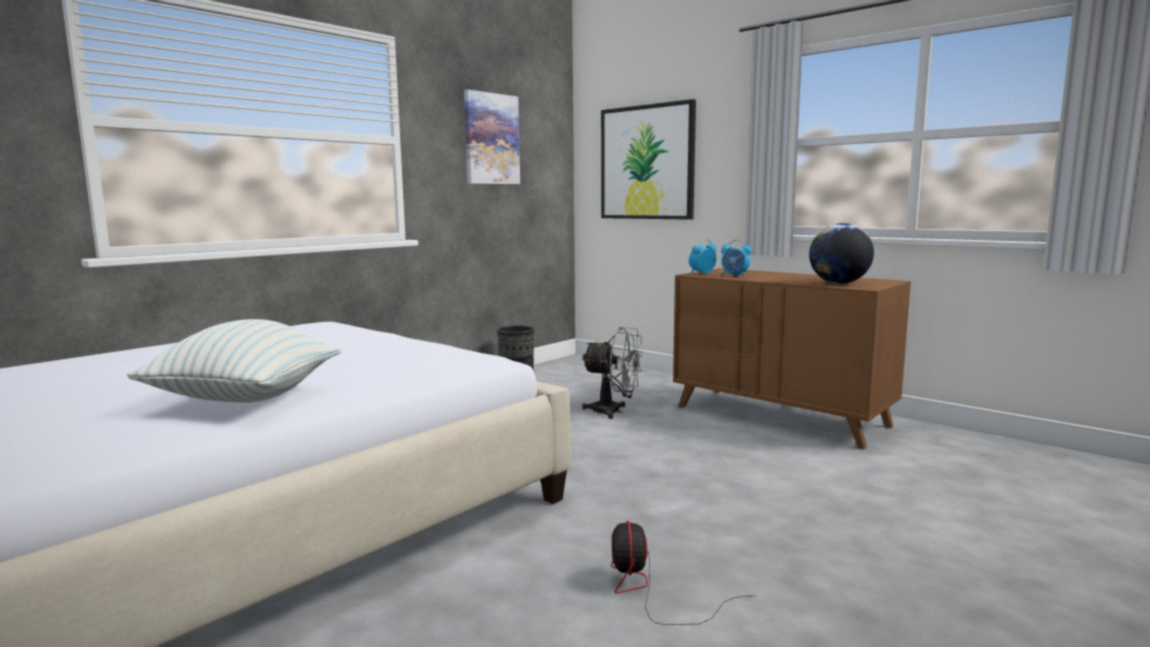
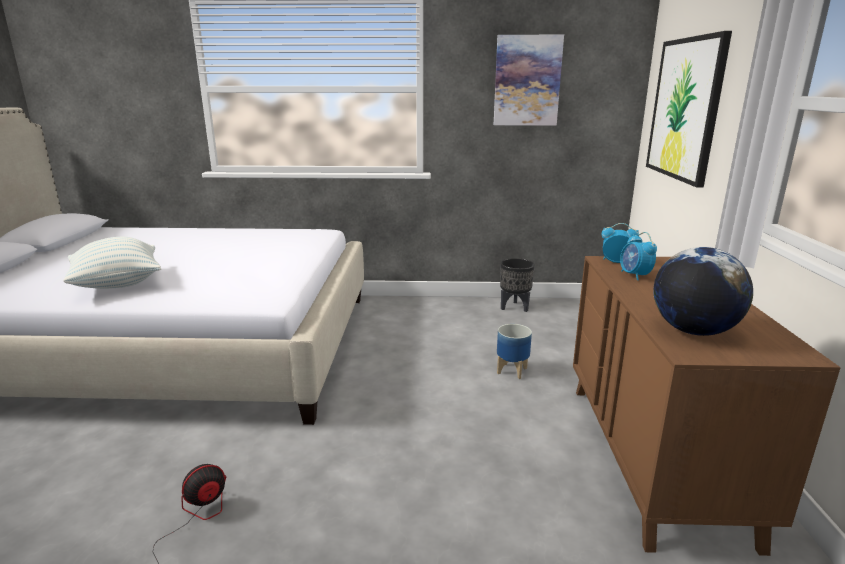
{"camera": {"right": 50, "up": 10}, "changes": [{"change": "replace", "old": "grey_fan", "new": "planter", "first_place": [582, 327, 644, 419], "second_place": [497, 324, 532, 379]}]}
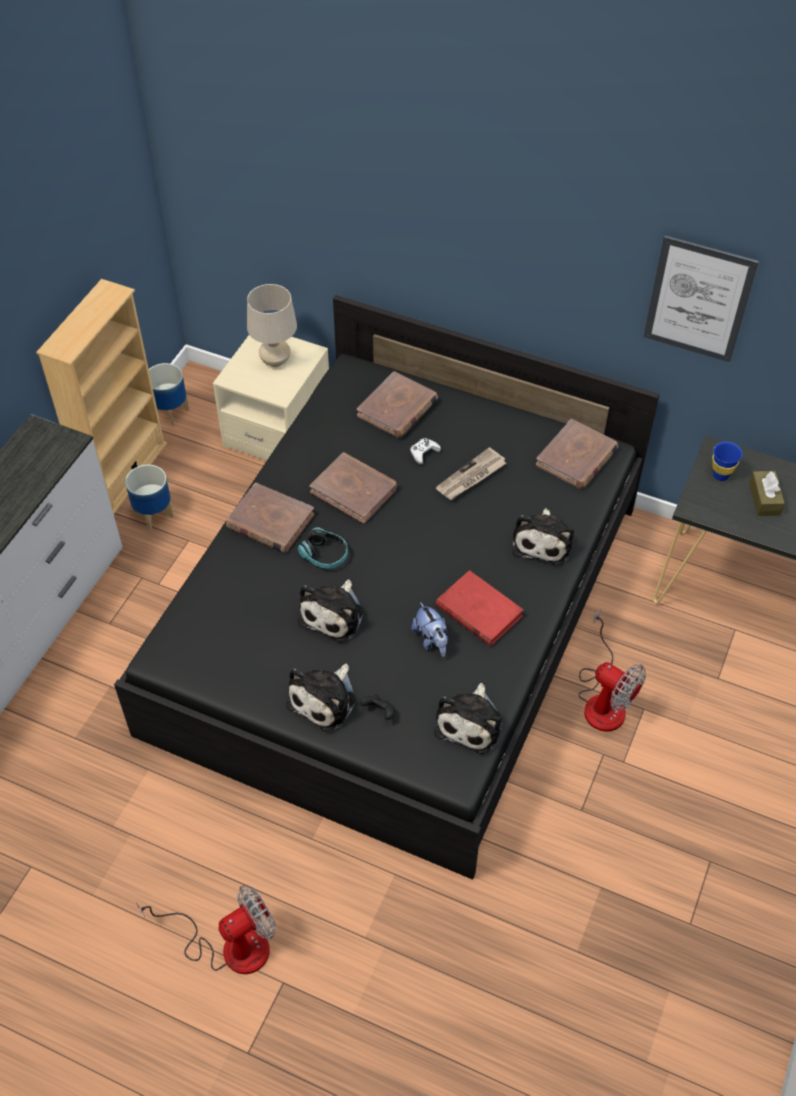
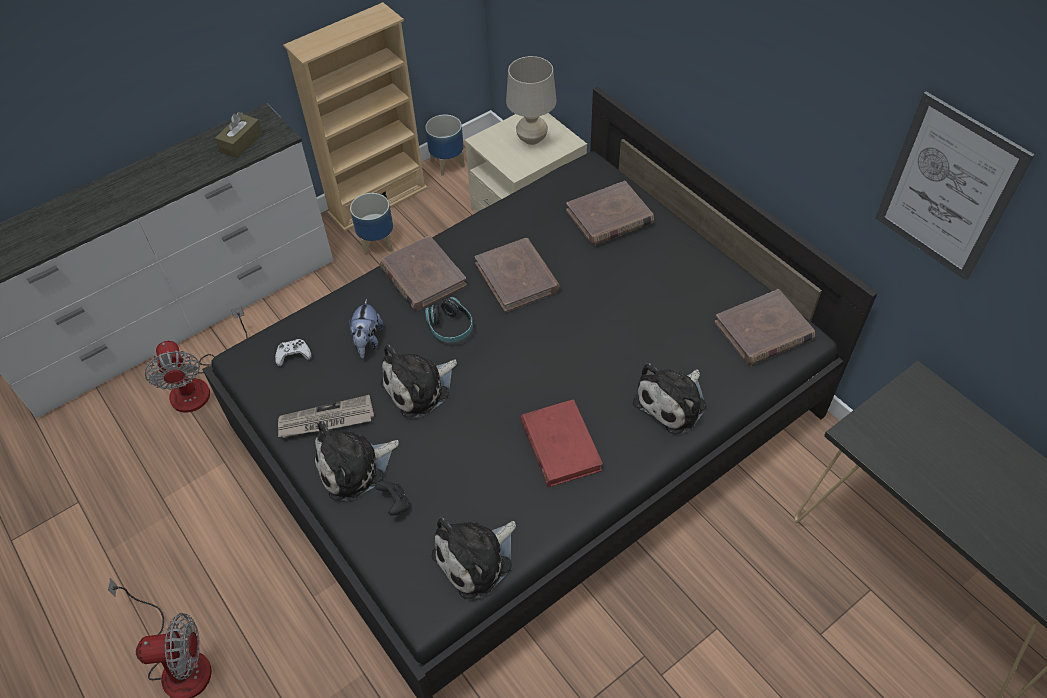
{"camera": {"right": 30, "up": 0}, "changes": [{"change": "move", "old": "fan", "first_place": [579, 608, 646, 732], "second_place": [145, 305, 248, 413]}, {"change": "move", "old": "brown_tissue_box", "first_place": [749, 471, 785, 516], "second_place": [215, 112, 263, 158]}, {"change": "move", "old": "white_game_controller", "first_place": [410, 438, 441, 465], "second_place": [275, 339, 312, 367]}, {"change": "move", "old": "newspaper", "first_place": [436, 447, 506, 500], "second_place": [278, 395, 374, 438]}, {"change": "move", "old": "plush_toy", "first_place": [412, 602, 448, 657], "second_place": [349, 299, 383, 358]}, {"change": "delete", "old": "blue_cup", "first_place": [712, 442, 742, 481]}]}
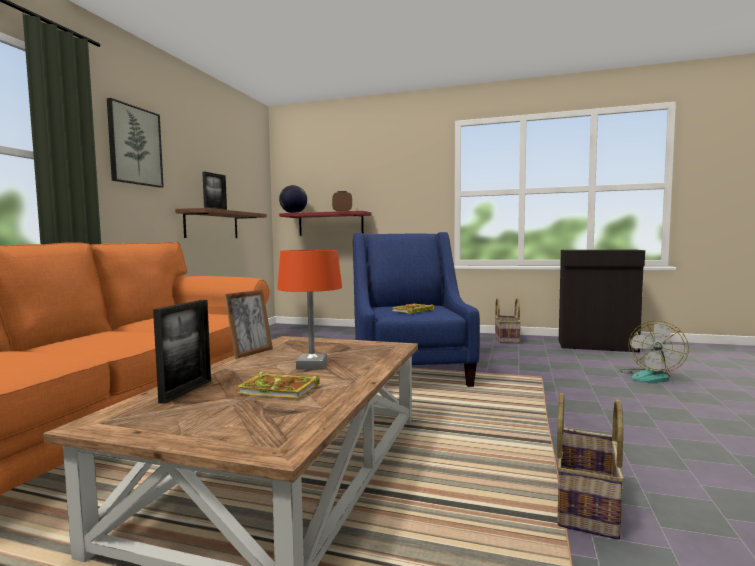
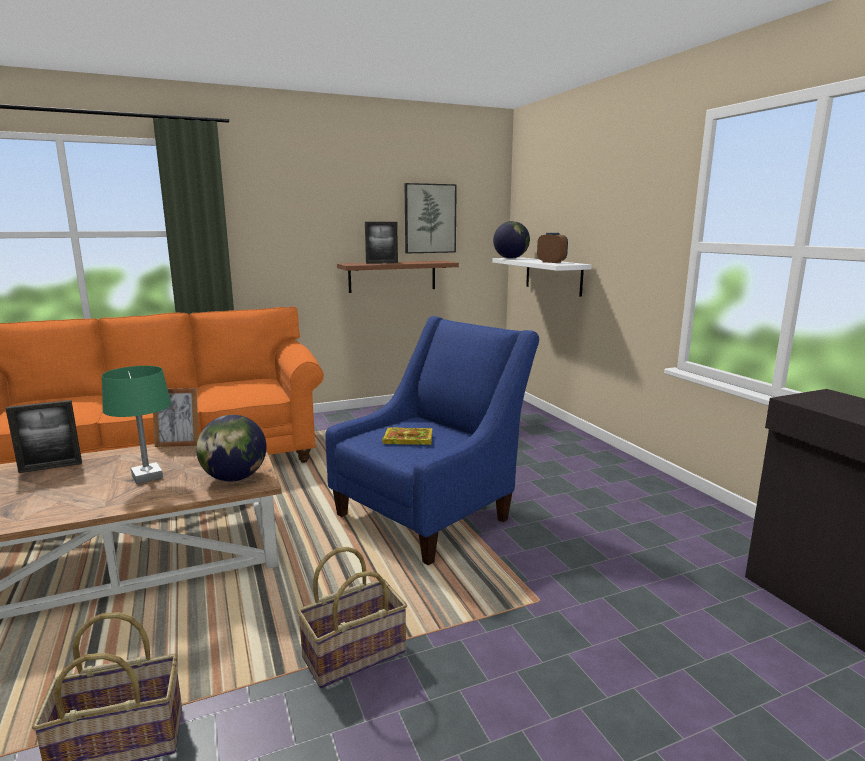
{"camera": {"right": 50, "up": 10}, "changes": [{"change": "recolor", "old": "orange_table_lamp", "new": "green_table_lamp", "first_place": [277, 250, 342, 370], "second_place": [102, 366, 171, 484]}, {"change": "insert", "new": "globe", "second_place": [196, 415, 267, 482]}, {"change": "move", "old": "basket", "first_place": [495, 298, 521, 344], "second_place": [297, 547, 407, 688]}, {"change": "move", "old": "picture", "first_place": [107, 98, 164, 188], "second_place": [405, 183, 457, 253]}, {"change": "recolor", "old": "red_shelf", "new": "white_shelf", "first_place": [279, 211, 371, 236], "second_place": [492, 258, 592, 297]}, {"change": "delete", "old": "book", "first_place": [237, 372, 320, 399]}, {"change": "delete", "old": "fan", "first_place": [620, 321, 689, 383]}]}
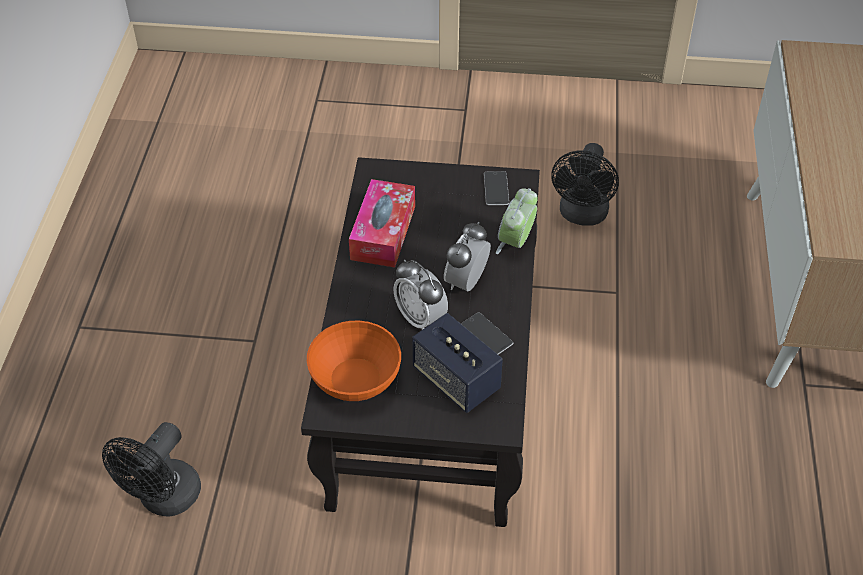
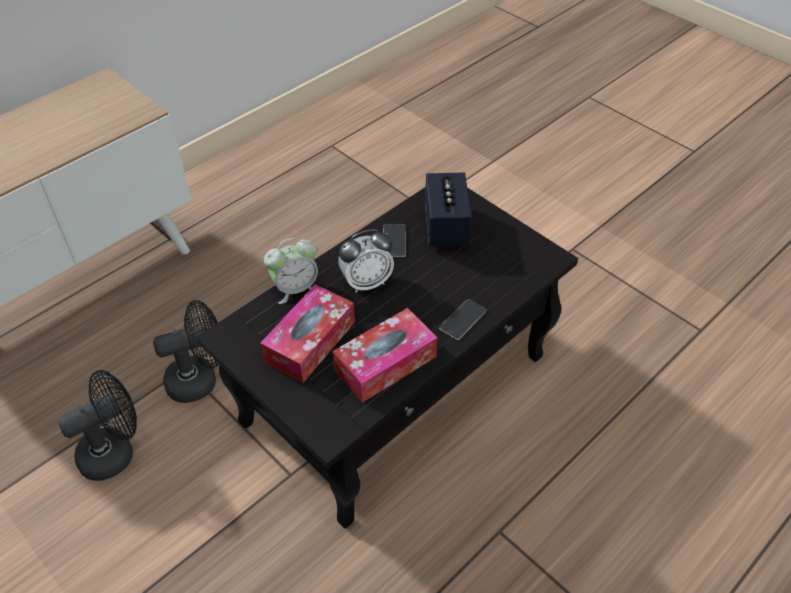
{"camera": {"right": -140, "up": 0}, "changes": [{"change": "move", "old": "black_fan", "first_place": [102, 422, 201, 517], "second_place": [153, 300, 219, 403]}, {"change": "insert", "new": "tissue_box", "second_place": [260, 284, 355, 383]}, {"change": "move", "old": "phone", "first_place": [484, 171, 509, 205], "second_place": [439, 299, 486, 340]}, {"change": "delete", "old": "orange_bowl", "first_place": [307, 321, 401, 401]}, {"change": "delete", "old": "alarm_clock", "first_place": [394, 259, 448, 330]}]}
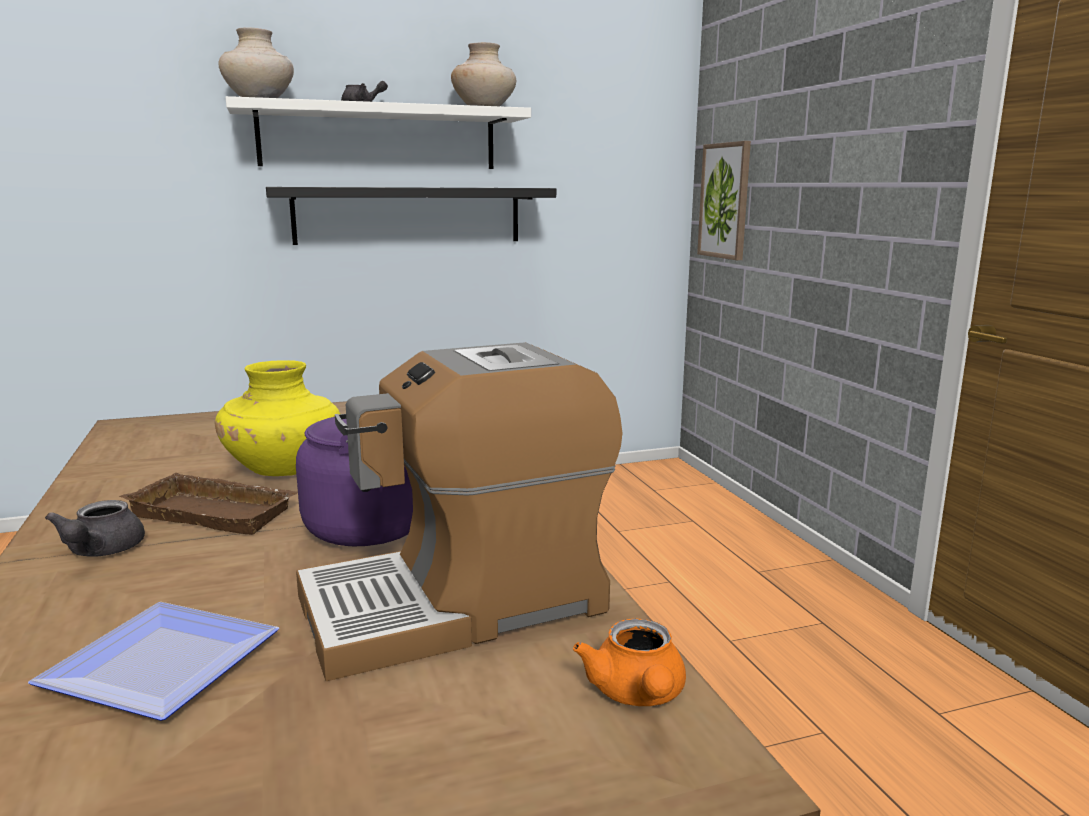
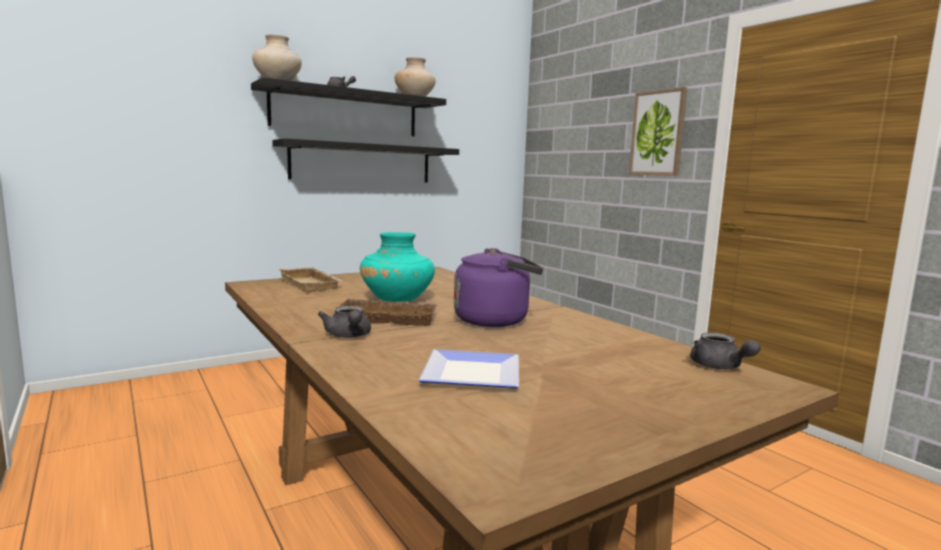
{"camera": {"right": -15, "up": -5}, "changes": [{"change": "recolor", "old": "white_shelf", "new": "black_shelf", "first_place": [225, 96, 531, 169], "second_place": [251, 77, 446, 136]}, {"change": "insert", "new": "beige_tray", "second_place": [278, 267, 342, 292]}, {"change": "recolor", "old": "yellow_vase", "new": "turquoise_vase", "first_place": [215, 360, 340, 476], "second_place": [360, 232, 435, 302]}, {"change": "move", "old": "picture", "first_place": [697, 141, 751, 260], "second_place": [629, 87, 687, 176]}, {"change": "recolor", "old": "orange_teapot", "new": "grey_teapot", "first_place": [573, 618, 686, 706], "second_place": [690, 333, 761, 369]}, {"change": "delete", "old": "coffee_machine", "first_place": [296, 342, 622, 681]}]}
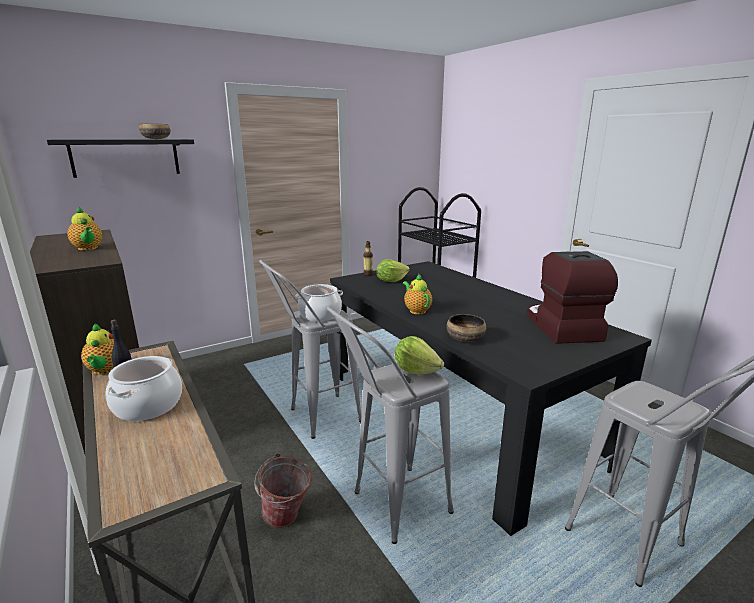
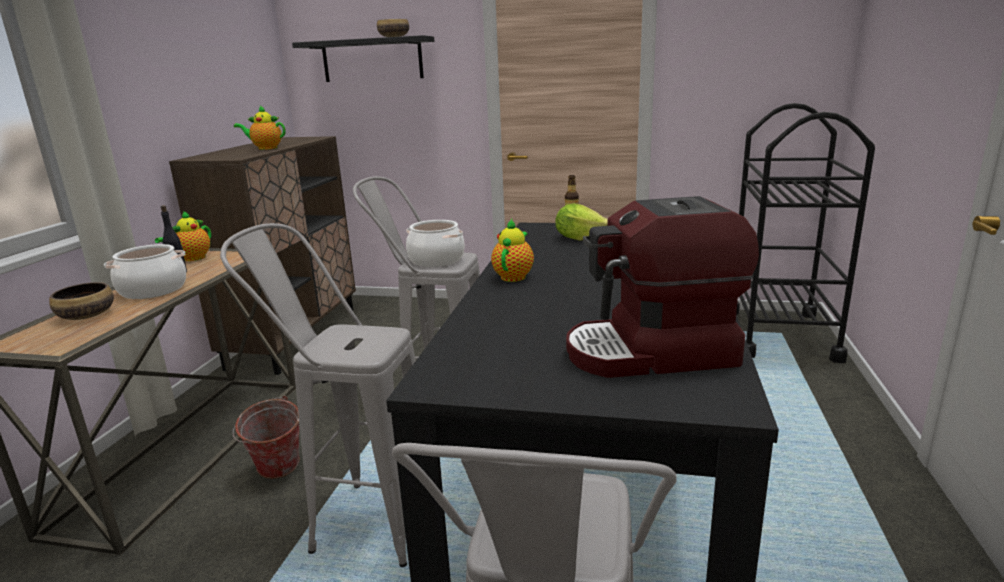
{"camera": {"right": 45, "up": 0}, "changes": [{"change": "move", "old": "bowl", "first_place": [447, 314, 486, 342], "second_place": [49, 282, 114, 320]}, {"change": "rotate", "old": "teapot", "first_place": [68, 207, 102, 250], "second_place": [234, 106, 286, 150], "degrees": 90}, {"change": "rotate", "old": "coffee_machine", "first_place": [527, 251, 618, 344], "second_place": [566, 196, 759, 378], "degrees": -135}, {"change": "delete", "old": "lettuce", "first_place": [395, 336, 444, 375]}]}
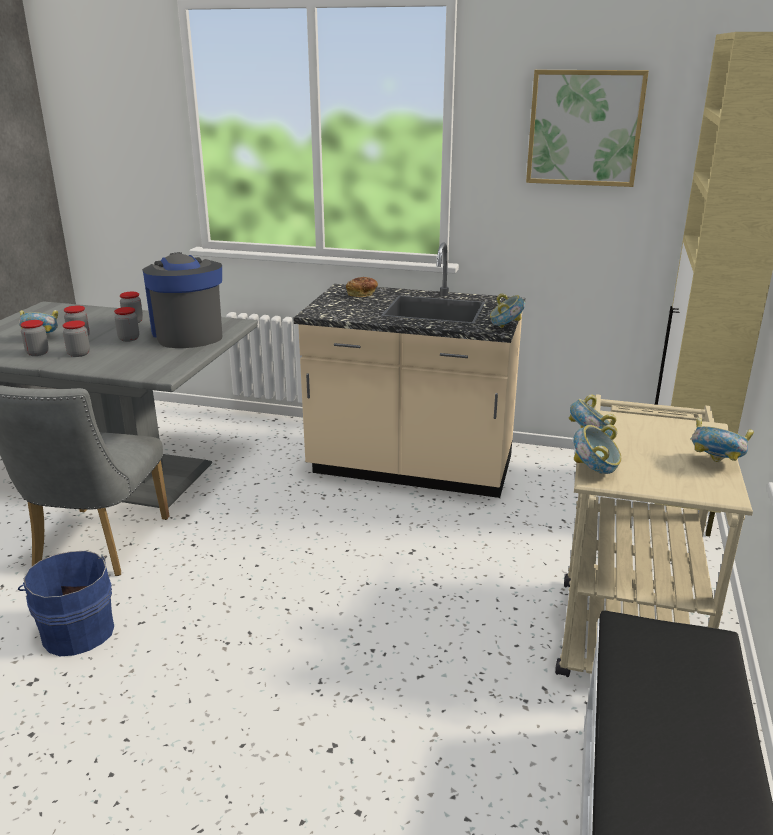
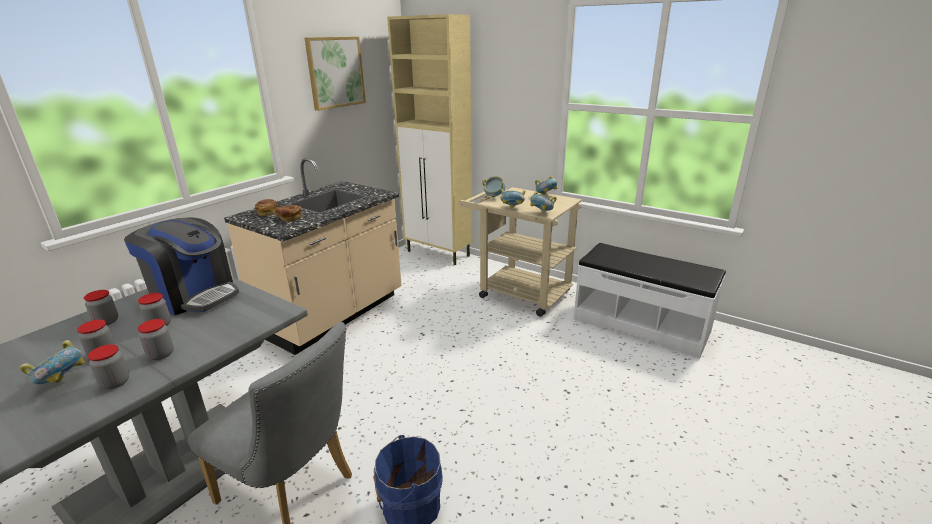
{"camera": {"right": -70, "up": 0}, "changes": [{"change": "rotate", "old": "coffee_machine", "first_place": [142, 252, 222, 348], "second_place": [124, 217, 239, 315], "degrees": -150}, {"change": "insert", "new": "bread", "second_place": [275, 205, 302, 222]}, {"change": "move", "old": "bowl", "first_place": [490, 294, 525, 328], "second_place": [482, 176, 506, 197]}]}
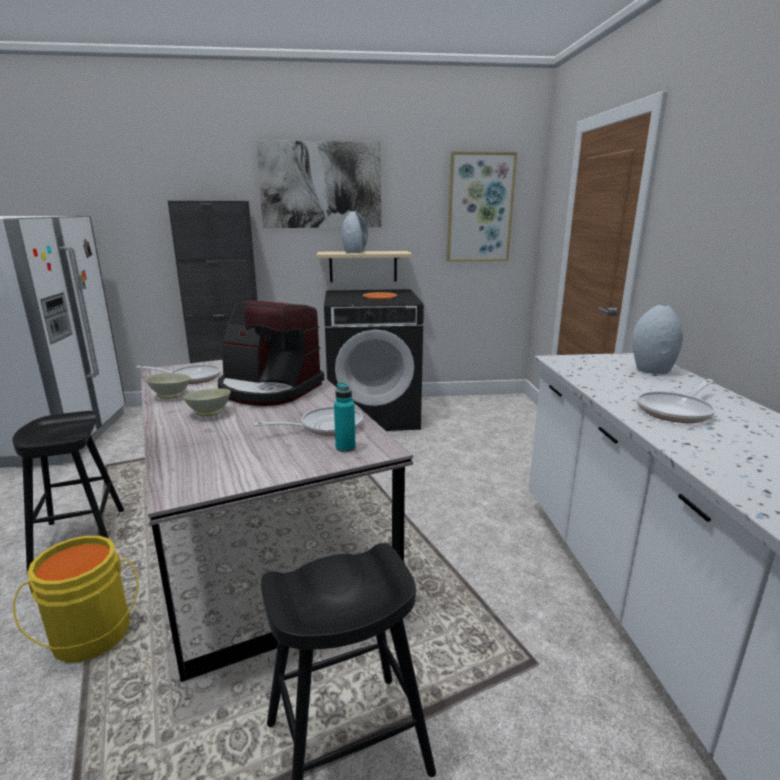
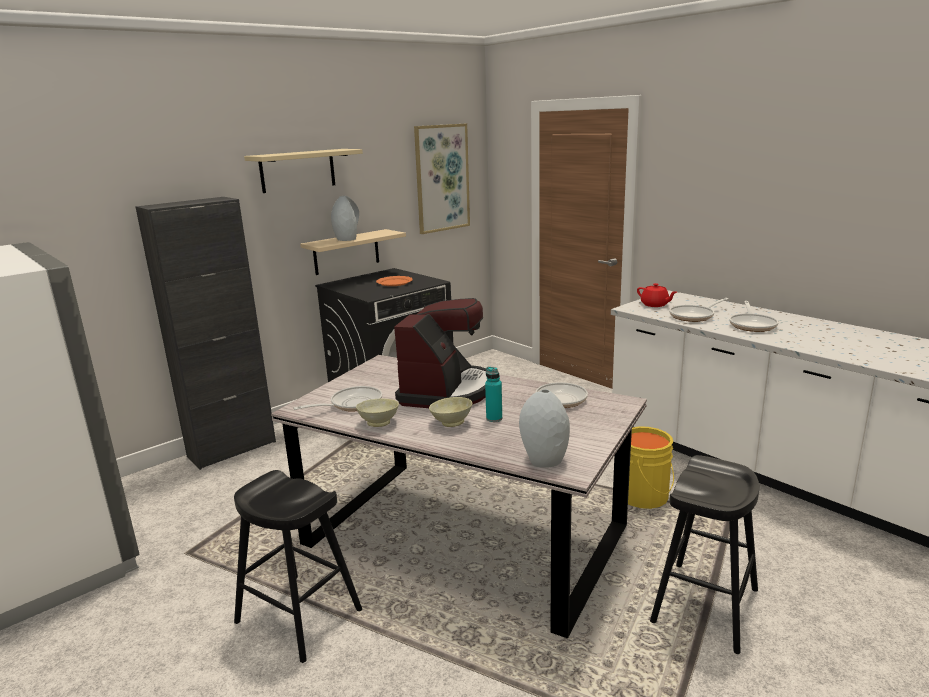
{"camera": {"right": -35, "up": 0}, "changes": [{"change": "replace", "old": "picture", "new": "beige_shelf", "first_place": [256, 141, 382, 228], "second_place": [244, 149, 363, 193]}, {"change": "rotate", "old": "coffee_machine", "first_place": [218, 300, 324, 406], "second_place": [394, 298, 487, 408], "degrees": -60}, {"change": "move", "old": "turquoise_bottle", "first_place": [334, 382, 356, 452], "second_place": [485, 367, 502, 422]}, {"change": "move", "old": "grey_vase", "first_place": [632, 305, 683, 374], "second_place": [519, 389, 570, 468]}, {"change": "move", "old": "yellow_bucket", "first_place": [13, 536, 138, 663], "second_place": [628, 426, 674, 509]}, {"change": "insert", "new": "red_teapot", "second_place": [637, 283, 677, 307]}, {"change": "insert", "new": "frying_pan", "second_place": [669, 298, 728, 322]}]}
